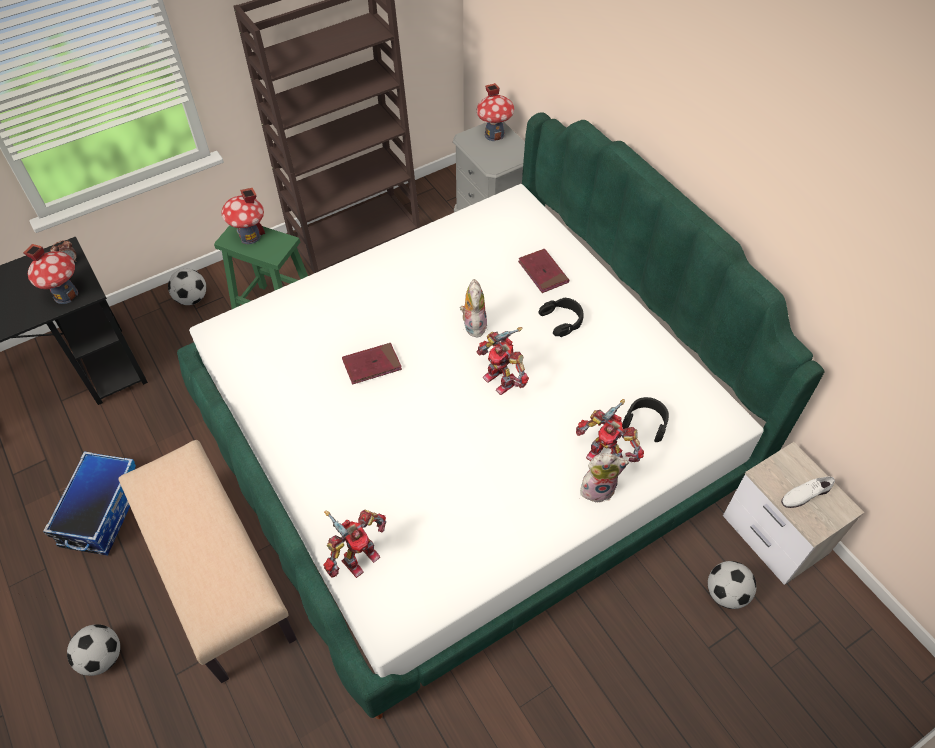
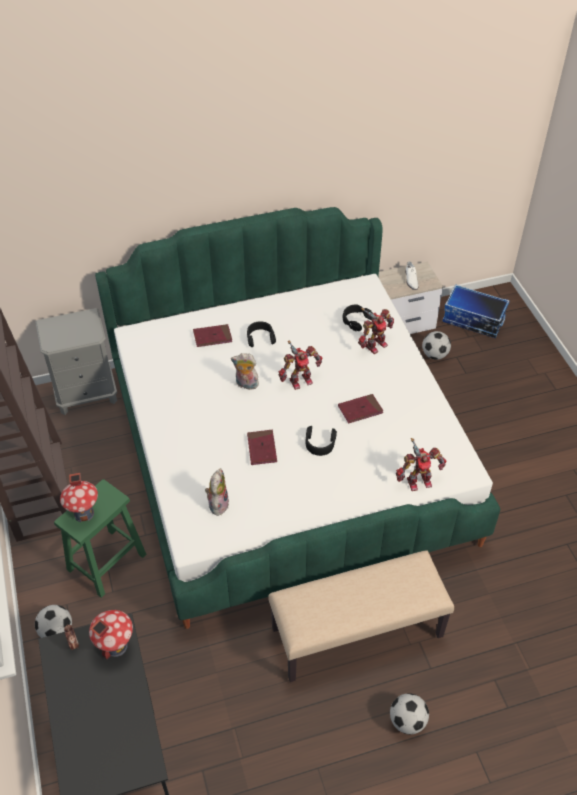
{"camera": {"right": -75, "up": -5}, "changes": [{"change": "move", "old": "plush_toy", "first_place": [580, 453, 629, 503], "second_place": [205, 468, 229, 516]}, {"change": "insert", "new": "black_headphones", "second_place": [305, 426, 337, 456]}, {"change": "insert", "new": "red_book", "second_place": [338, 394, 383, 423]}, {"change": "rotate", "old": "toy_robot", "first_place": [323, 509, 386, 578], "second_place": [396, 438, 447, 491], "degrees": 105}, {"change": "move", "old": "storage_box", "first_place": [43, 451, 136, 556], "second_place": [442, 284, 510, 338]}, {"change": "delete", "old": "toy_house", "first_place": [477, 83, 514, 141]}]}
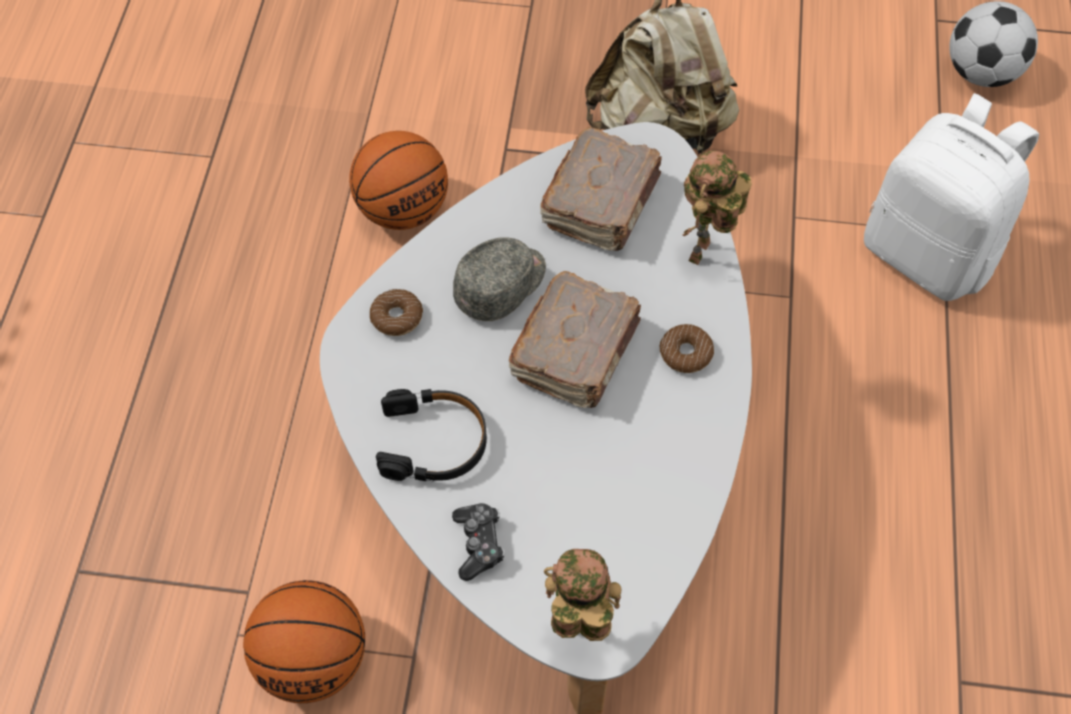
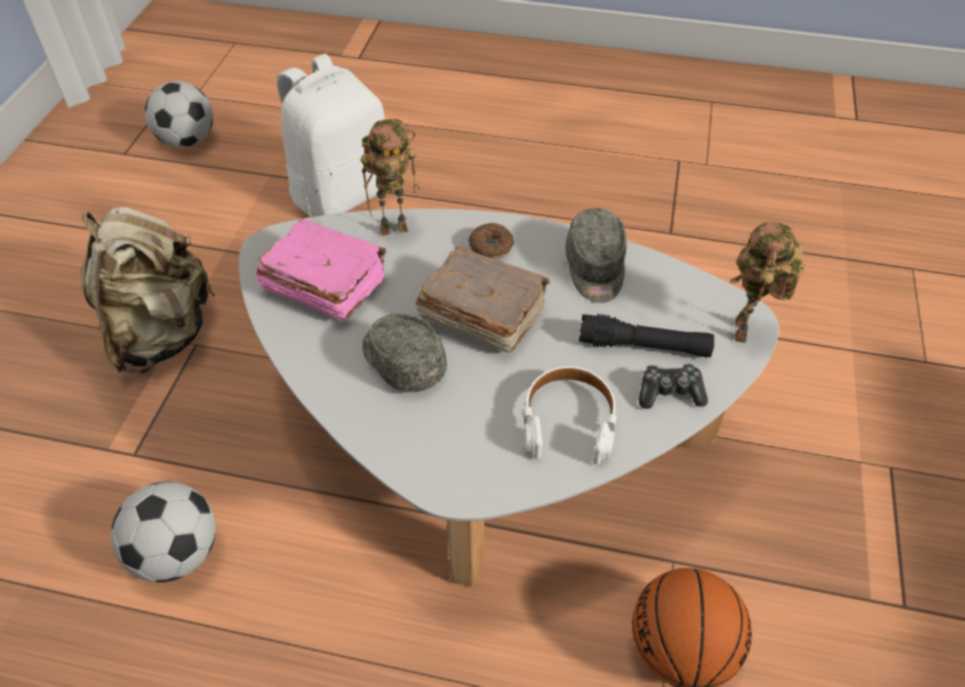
{"camera": {"right": -85, "up": -10}, "changes": [{"change": "replace", "old": "basketball", "new": "football", "first_place": [349, 131, 448, 230], "second_place": [111, 482, 216, 582]}, {"change": "recolor", "old": "brown_book", "new": "pink_book", "first_place": [540, 127, 662, 251], "second_place": [255, 219, 387, 320]}, {"change": "rotate", "old": "toy_robot", "first_place": [682, 151, 752, 265], "second_place": [361, 119, 420, 236], "degrees": -45}, {"change": "recolor", "old": "black_headphones", "new": "white_headphones", "first_place": [376, 389, 487, 482], "second_place": [523, 366, 617, 465]}, {"change": "insert", "new": "grey_cap", "second_place": [565, 208, 627, 303]}, {"change": "insert", "new": "black_flashlight", "second_place": [579, 314, 714, 358]}, {"change": "delete", "old": "donut", "first_place": [370, 289, 423, 336]}]}
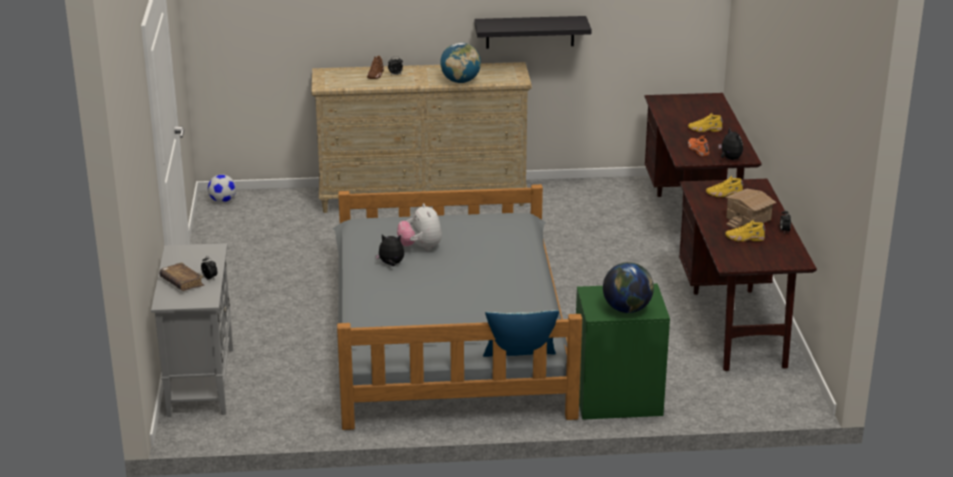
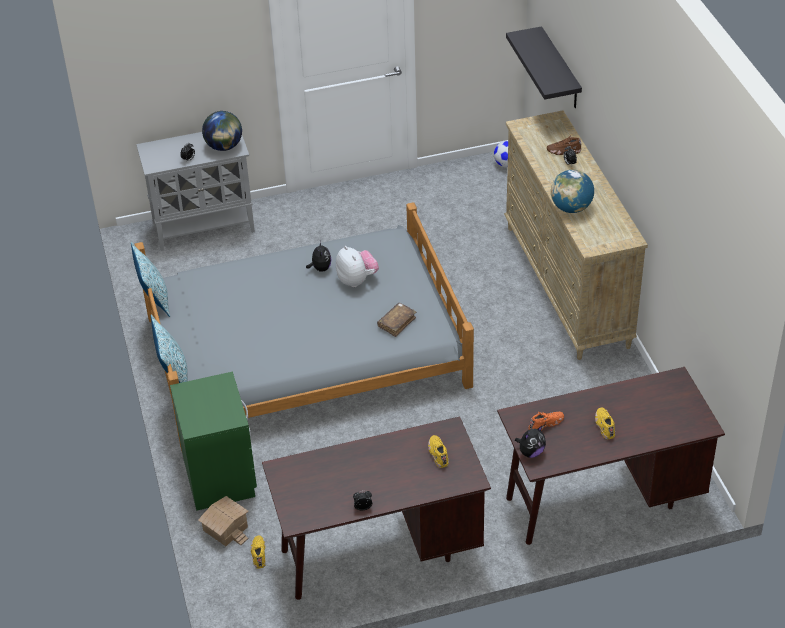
{"camera": {"right": 80, "up": 15}, "changes": [{"change": "insert", "new": "pillow", "second_place": [131, 242, 170, 317]}, {"change": "move", "old": "toy_house", "first_place": [726, 189, 776, 228], "second_place": [198, 496, 249, 546]}, {"change": "move", "old": "globe", "first_place": [603, 262, 654, 313], "second_place": [202, 111, 242, 151]}, {"change": "move", "old": "yellow_shoe", "first_place": [725, 220, 765, 242], "second_place": [251, 536, 266, 569]}, {"change": "rotate", "old": "plush_toy", "first_place": [397, 203, 442, 251], "second_place": [336, 246, 379, 287], "degrees": 90}, {"change": "move", "old": "brown_book", "first_place": [159, 263, 204, 291], "second_place": [377, 303, 416, 337]}, {"change": "move", "old": "black_shelf", "first_place": [474, 16, 592, 49], "second_place": [506, 26, 582, 108]}]}
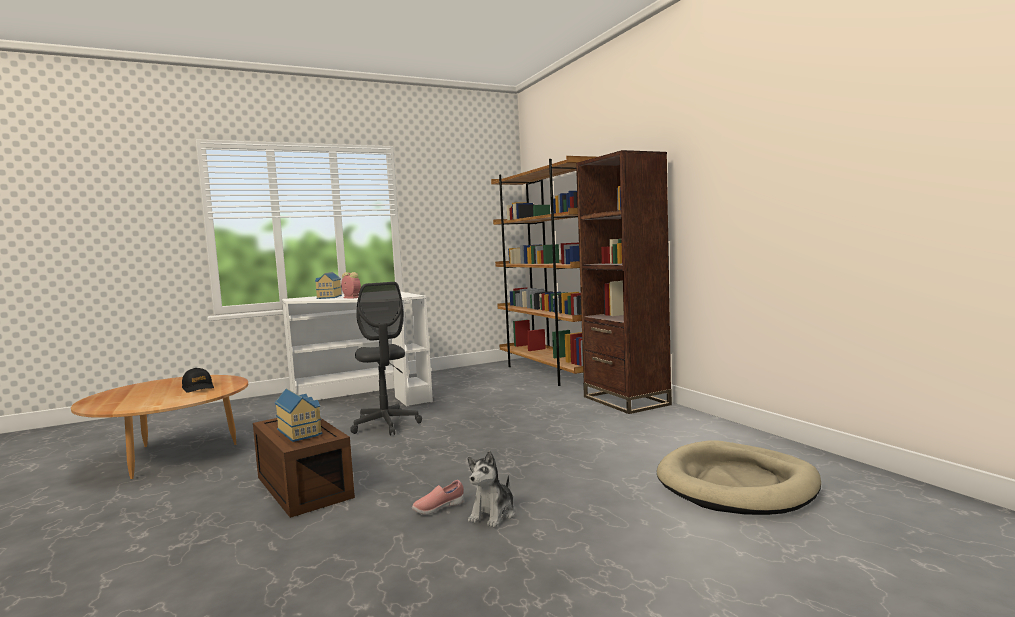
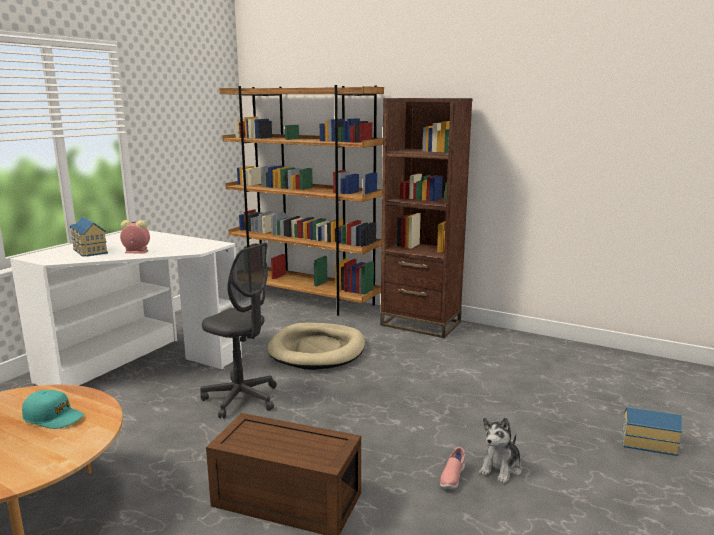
{"camera": {"right": -35, "up": 10}, "changes": [{"change": "recolor", "old": "black_cap", "new": "turquoise_cap", "first_place": [182, 368, 214, 392], "second_place": [22, 390, 84, 429]}, {"change": "move", "old": "beige_dog_bed", "first_place": [657, 440, 821, 515], "second_place": [267, 323, 365, 370]}, {"change": "rotate", "old": "plush_toy", "first_place": [468, 451, 515, 527], "second_place": [479, 417, 522, 484], "degrees": 45}, {"change": "move", "old": "toy_house", "first_place": [274, 388, 322, 442], "second_place": [621, 407, 682, 456]}]}
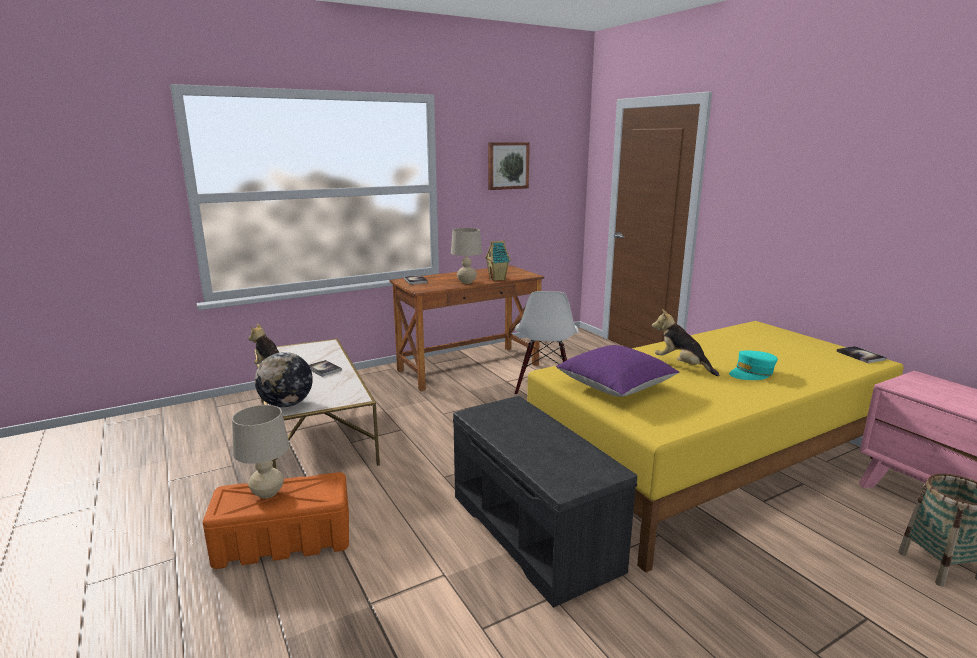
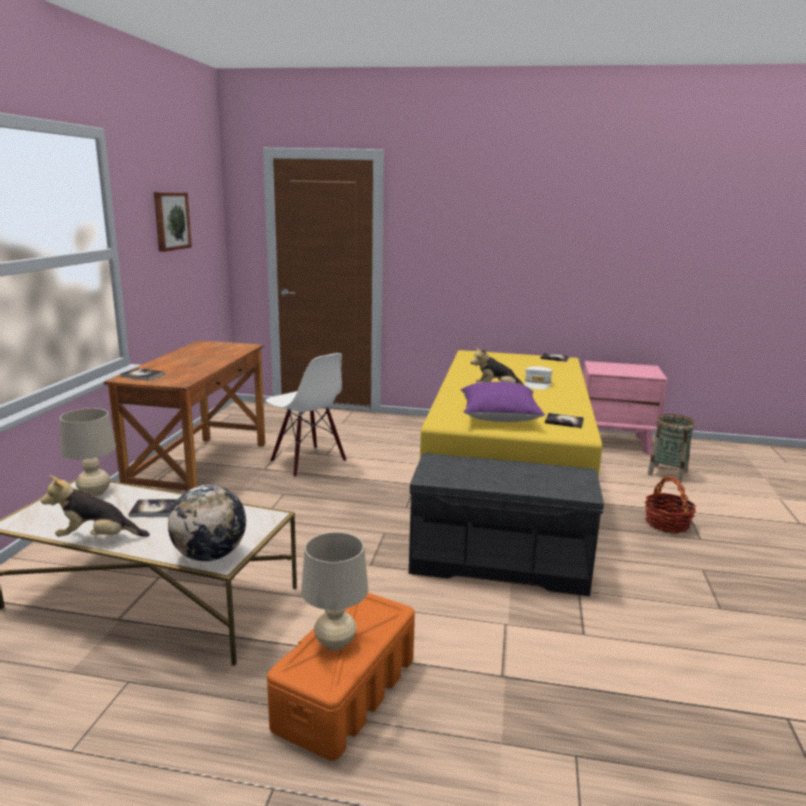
{"camera": {"right": -50, "up": 0}, "changes": [{"change": "move", "old": "beige_table_lamp", "first_place": [451, 228, 482, 284], "second_place": [60, 408, 116, 497]}, {"change": "recolor", "old": "turquoise_cap", "new": "white_cap", "first_place": [729, 351, 778, 380], "second_place": [525, 366, 553, 390]}, {"change": "insert", "new": "book", "second_place": [545, 413, 584, 428]}, {"change": "insert", "new": "basket", "second_place": [645, 476, 696, 533]}, {"change": "delete", "old": "toy_house", "first_place": [485, 241, 511, 281]}]}
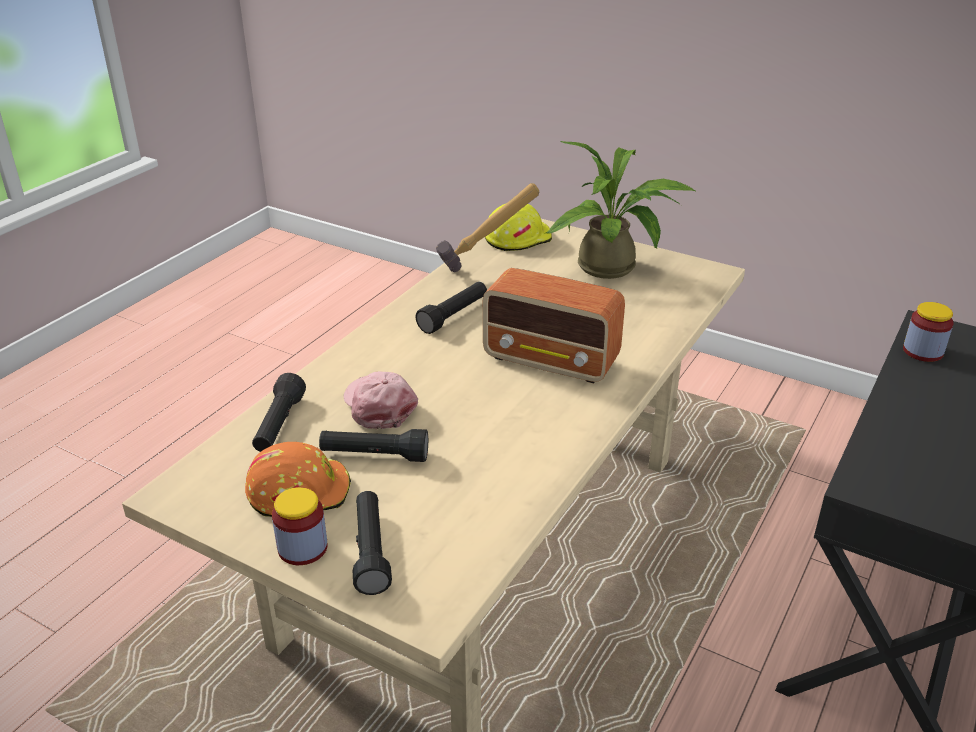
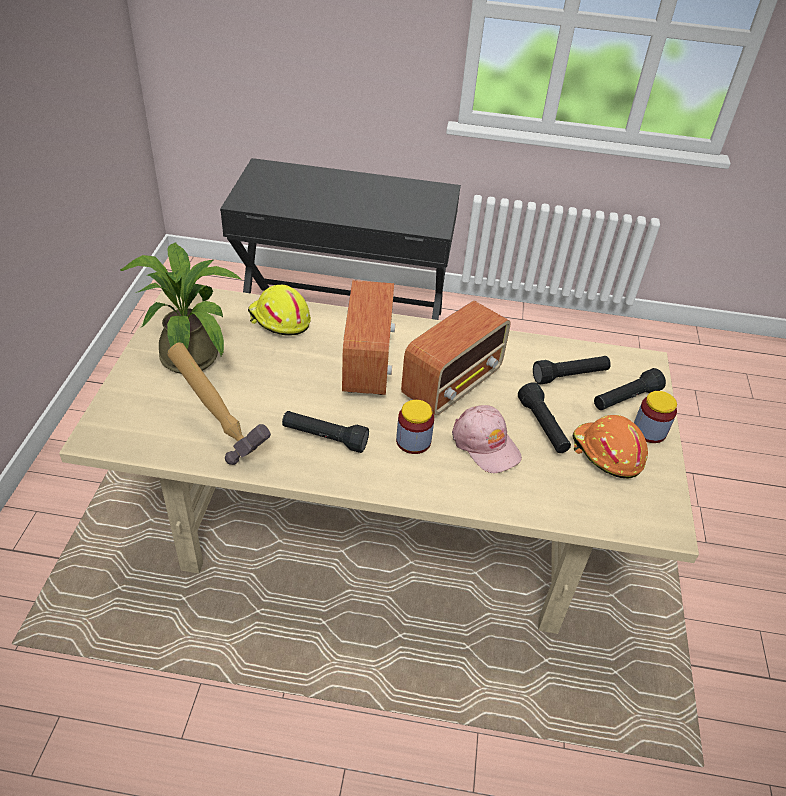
{"camera": {"right": -115, "up": 10}, "changes": [{"change": "move", "old": "yellow_hard_hat", "first_place": [485, 204, 552, 251], "second_place": [248, 285, 311, 336]}, {"change": "move", "old": "jar", "first_place": [903, 302, 954, 362], "second_place": [396, 400, 434, 454]}, {"change": "insert", "new": "radio", "second_place": [401, 301, 511, 415]}, {"change": "rotate", "old": "pink_cap", "first_place": [343, 371, 418, 429], "second_place": [452, 405, 522, 473], "degrees": -75}, {"change": "move", "old": "black_flashlight", "first_place": [252, 373, 306, 452], "second_place": [533, 356, 611, 385]}]}
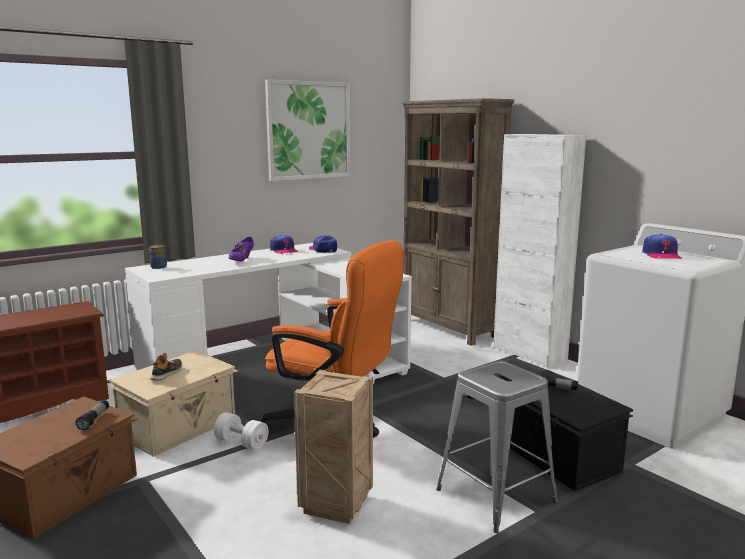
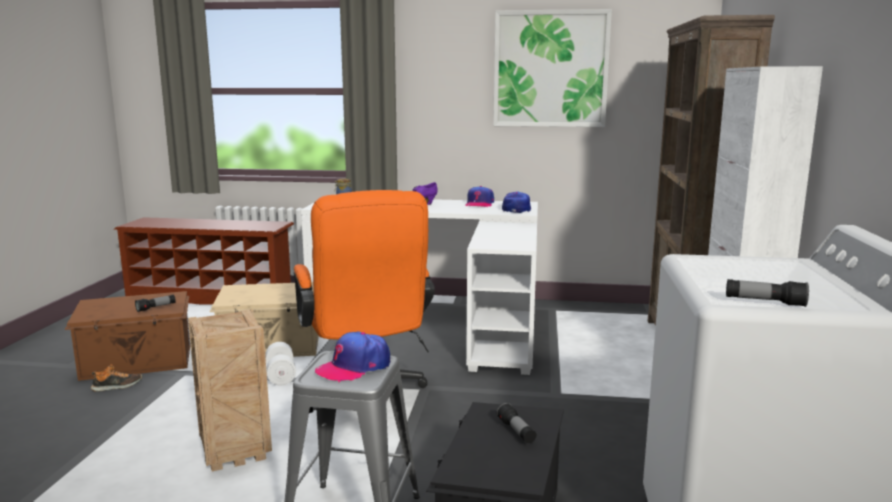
{"camera": {"right": 45, "up": 0}, "changes": [{"change": "move", "old": "shoe", "first_place": [150, 353, 182, 380], "second_place": [91, 364, 142, 392]}, {"change": "move", "old": "cap", "first_place": [642, 234, 682, 259], "second_place": [315, 332, 390, 382]}, {"change": "insert", "new": "flashlight", "second_place": [726, 279, 809, 307]}]}
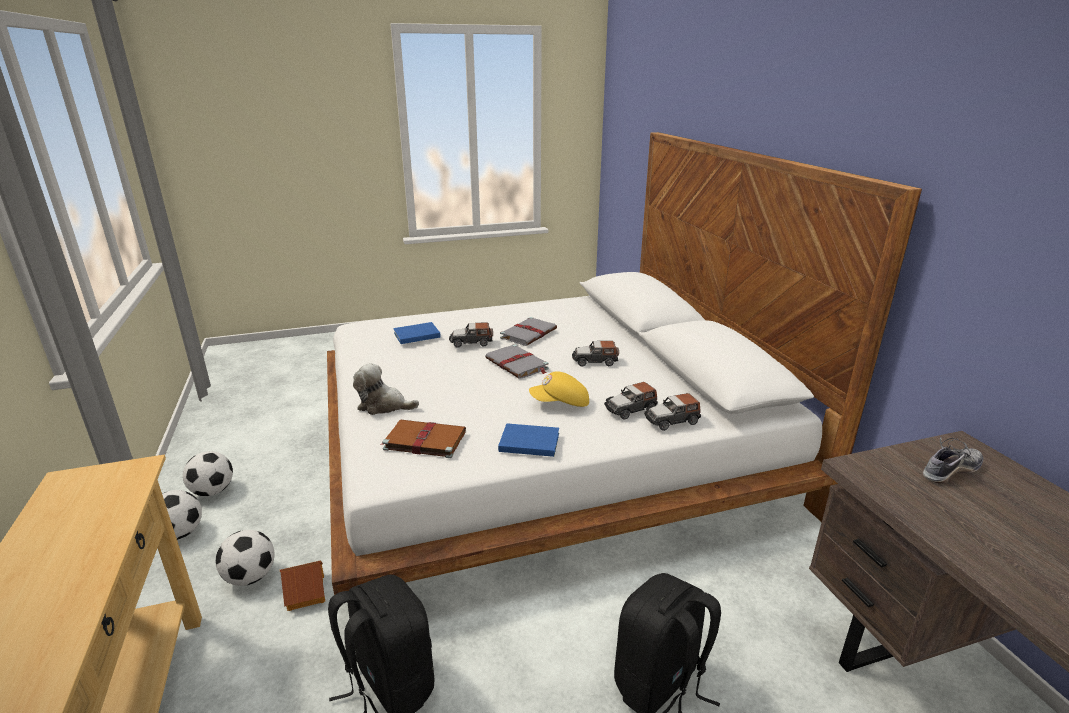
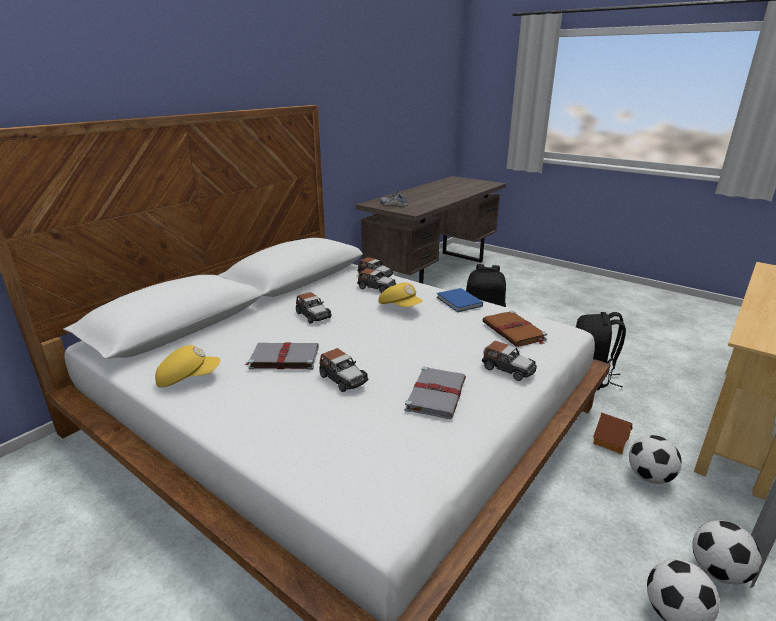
{"camera": {"right": -125, "up": 0}, "changes": [{"change": "insert", "new": "yellow_cap", "second_place": [155, 345, 220, 387]}, {"change": "move", "old": "grey_book", "first_place": [485, 344, 549, 379], "second_place": [405, 367, 466, 419]}, {"change": "replace", "old": "plush_toy", "new": "toy_car", "first_place": [353, 363, 419, 415], "second_place": [482, 341, 537, 381]}, {"change": "delete", "old": "blue_book", "first_place": [393, 322, 441, 344]}]}
